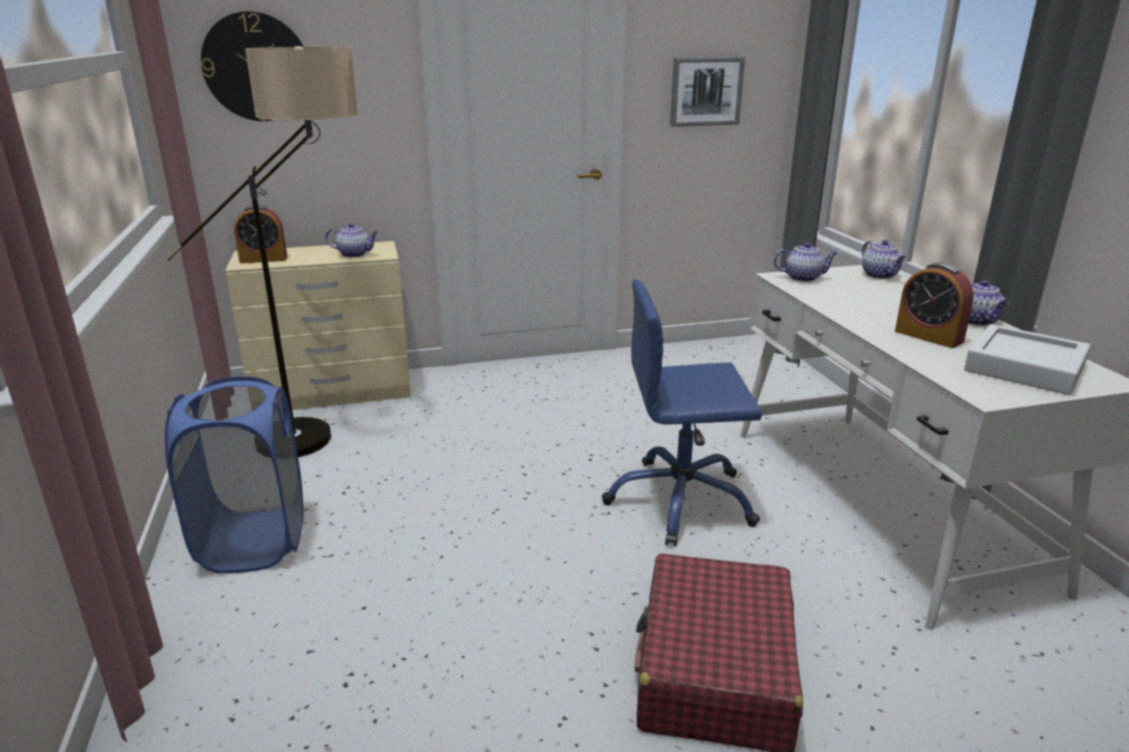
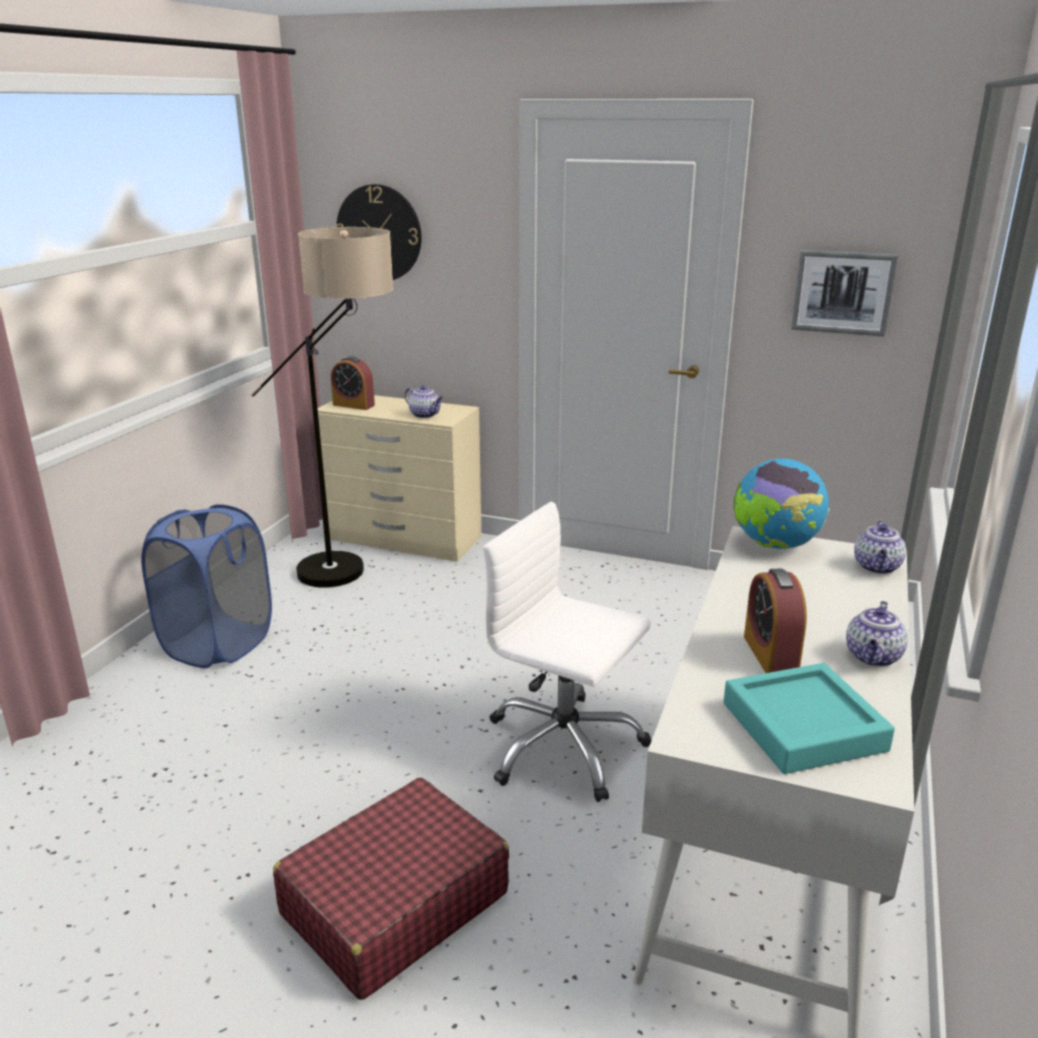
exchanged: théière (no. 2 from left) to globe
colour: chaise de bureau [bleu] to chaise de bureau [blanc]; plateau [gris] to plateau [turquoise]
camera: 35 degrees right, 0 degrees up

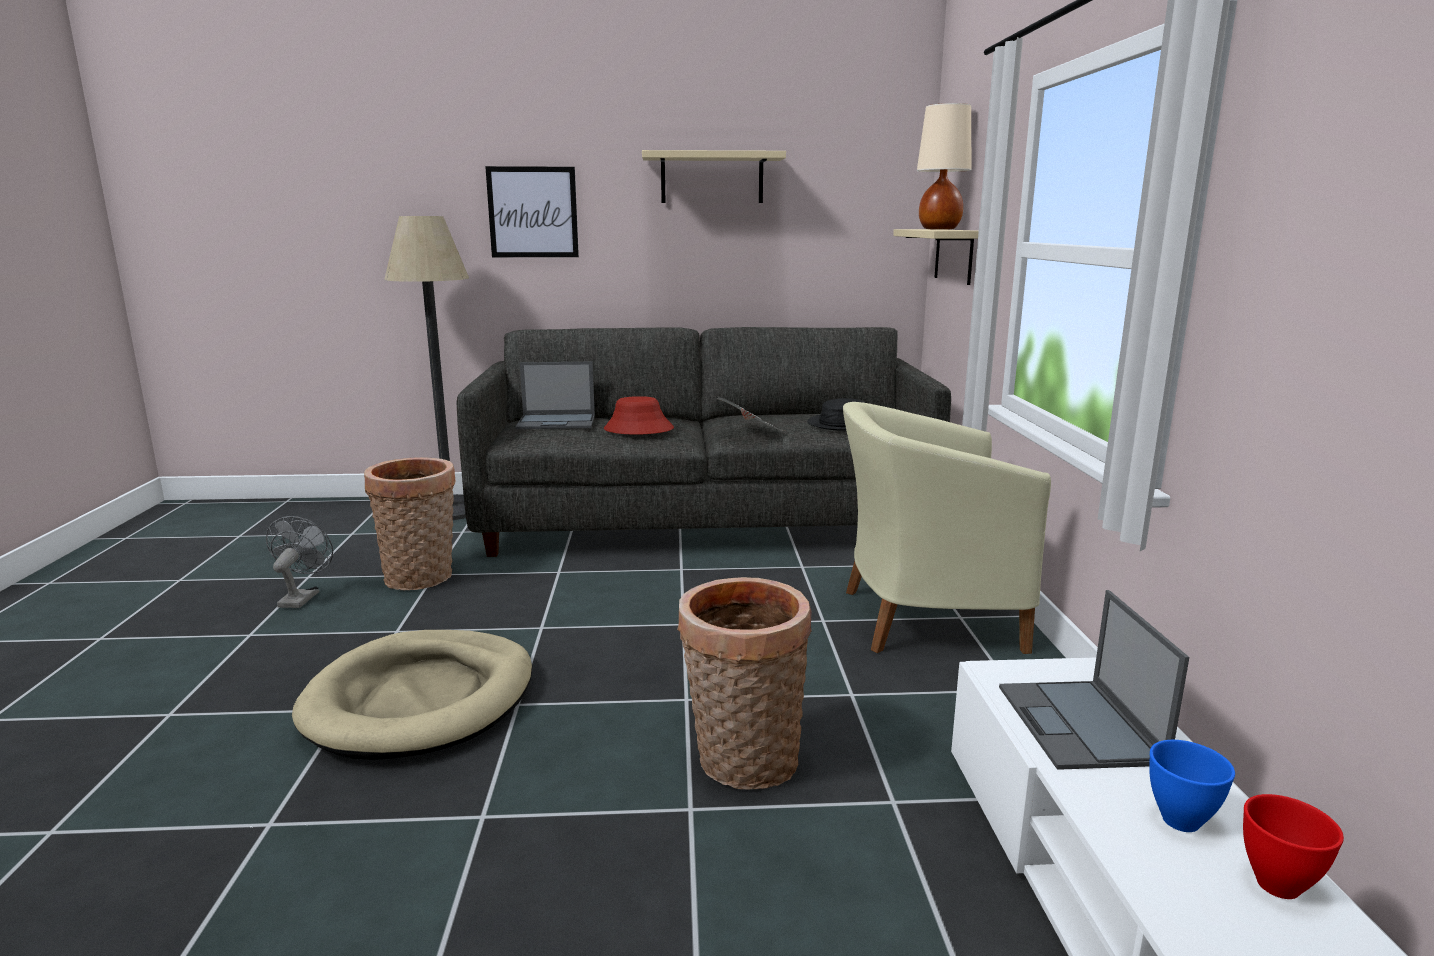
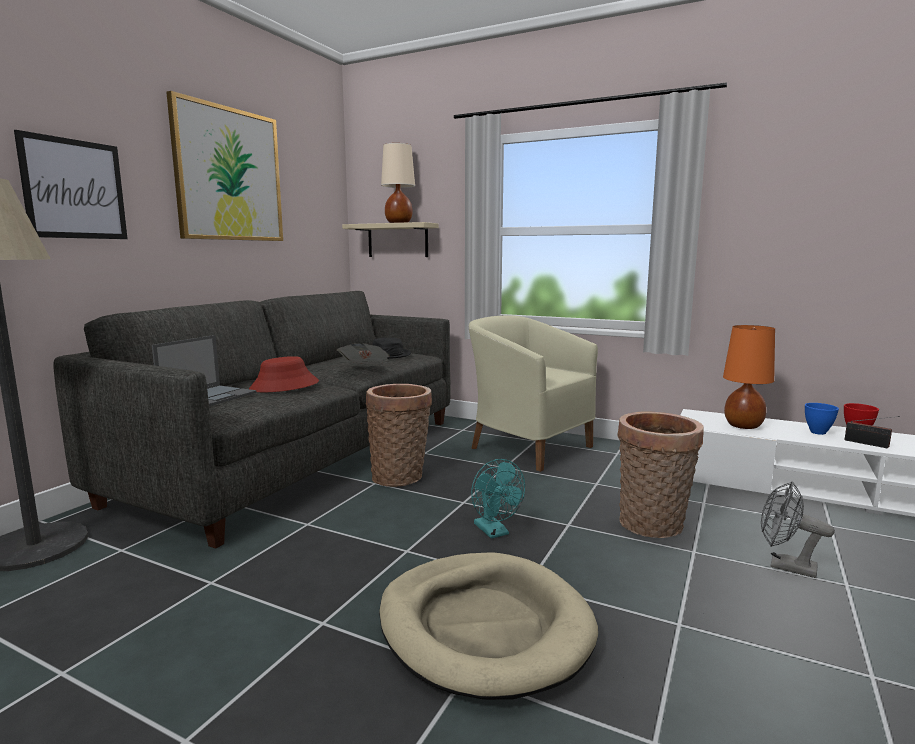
appeared: radio; ventilateur [turquoise]
relocated: panier (no. 1 from left); ventilateur [gris]
exchanged: étagère [beige] (no. 1 from left) to tableau (no. 2 from left); ordinateur portable (no. 2 from left) to lampe de table [orange]
spun: fauteuil [beige] 105 degrees clockwise
camera: 60 degrees left, 5 degrees down

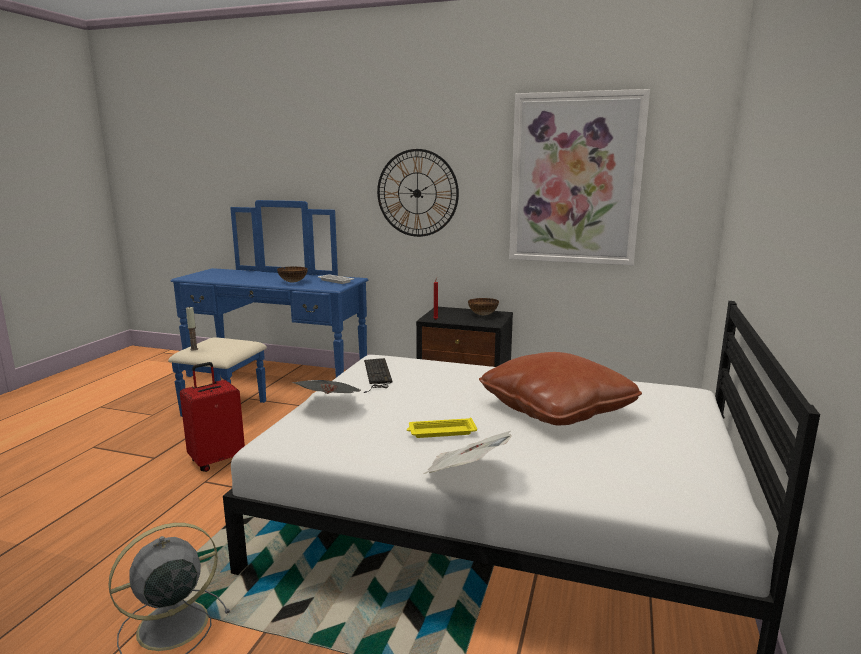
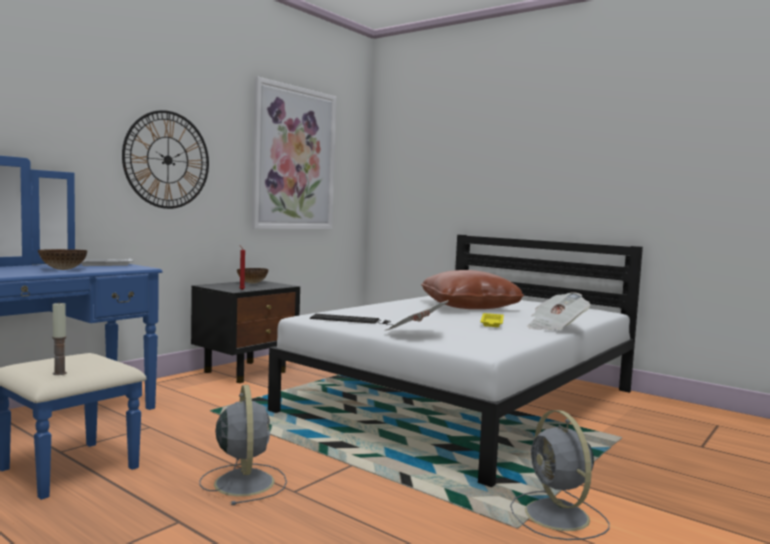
exchanged: valise [rouge] to ventilateur [gris] (no. 1 from left)
camera: 70 degrees left, 10 degrees down

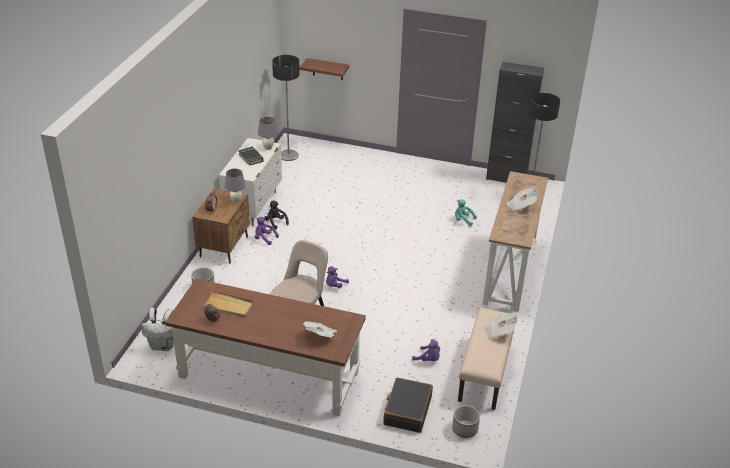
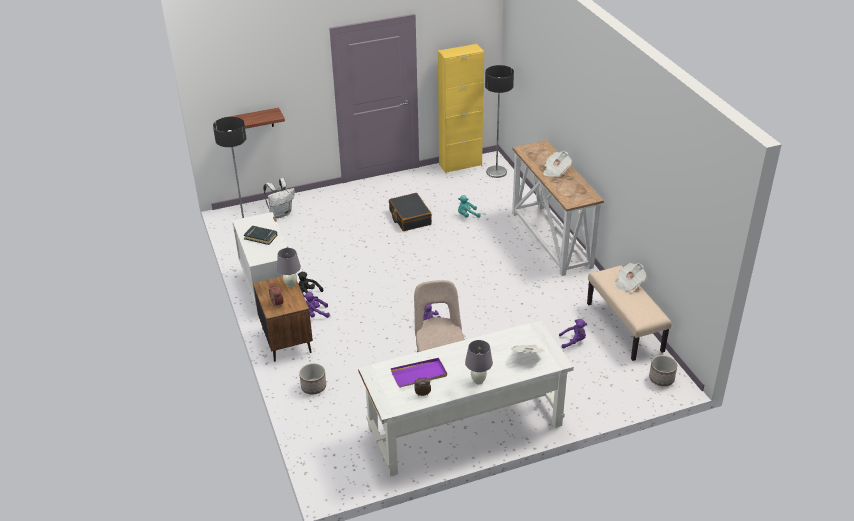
relocated: lampe de table [gris] (no. 2 from left); sac à dos [blanc]; valise [noir]
colour: meuble de rangement [noir] to meuble de rangement [jaune]; bureau [marron] to bureau [blanc]; plateau [beige] to plateau [violet]
camera: 35 degrees left, 0 degrees up

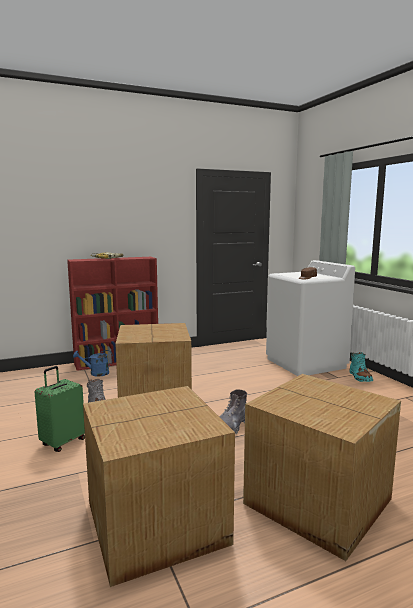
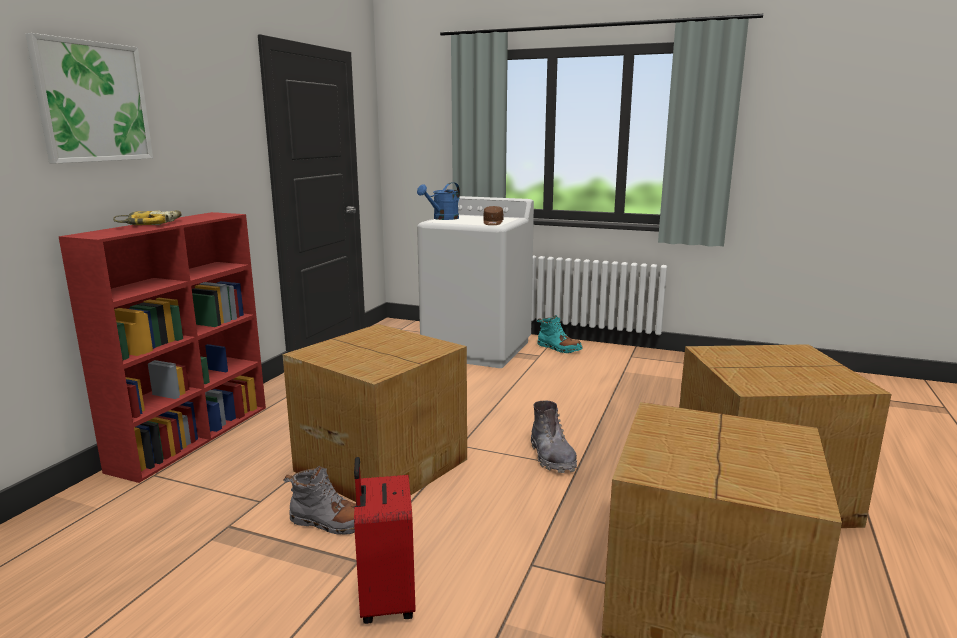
appeared: tableau
relocated: arrosoir [bleu]
colour: valise [vert] to valise [rouge]
camera: 45 degrees left, 5 degrees up

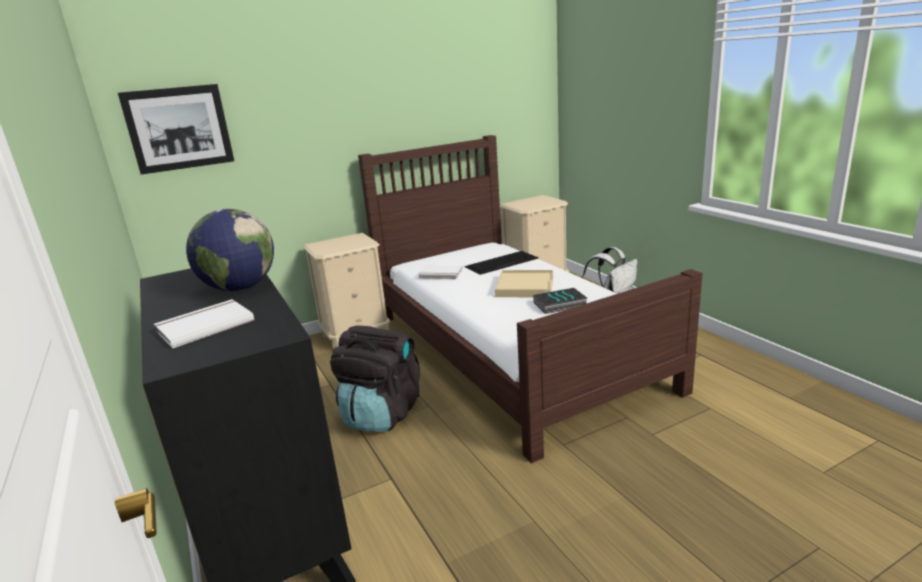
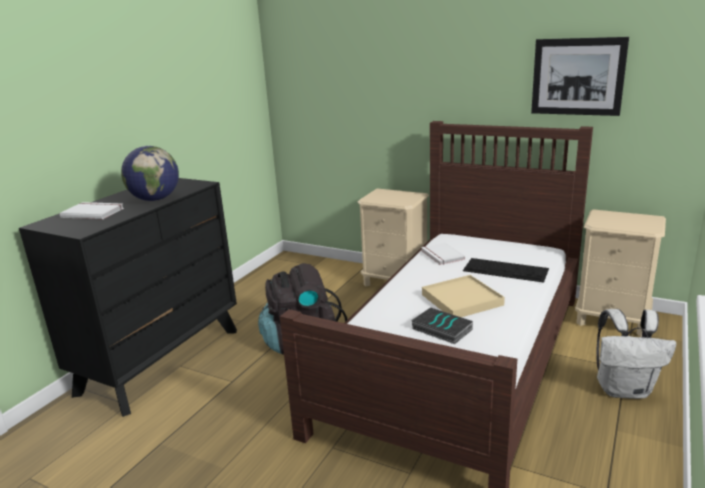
relocated: tableau
camera: 55 degrees right, 0 degrees up

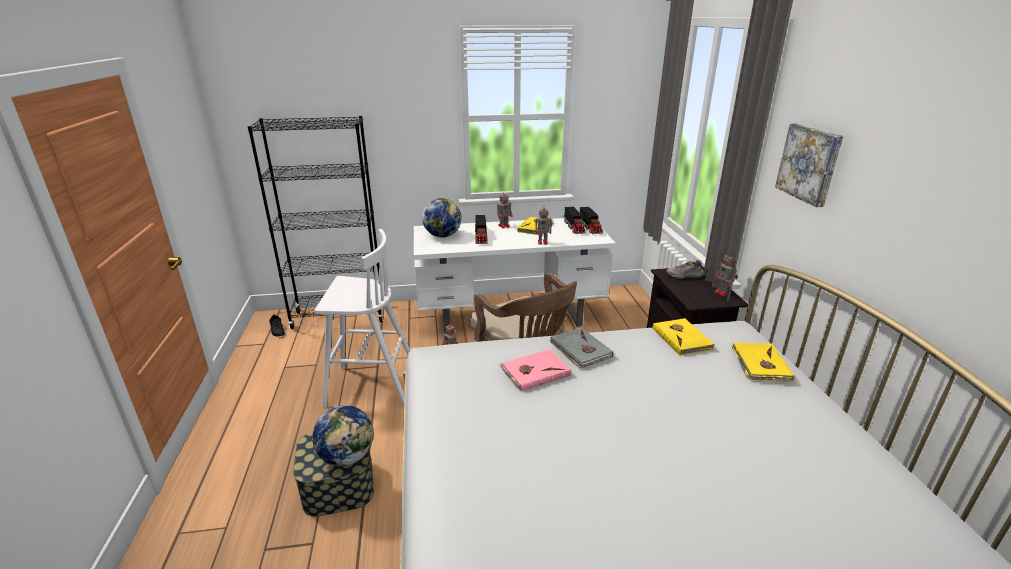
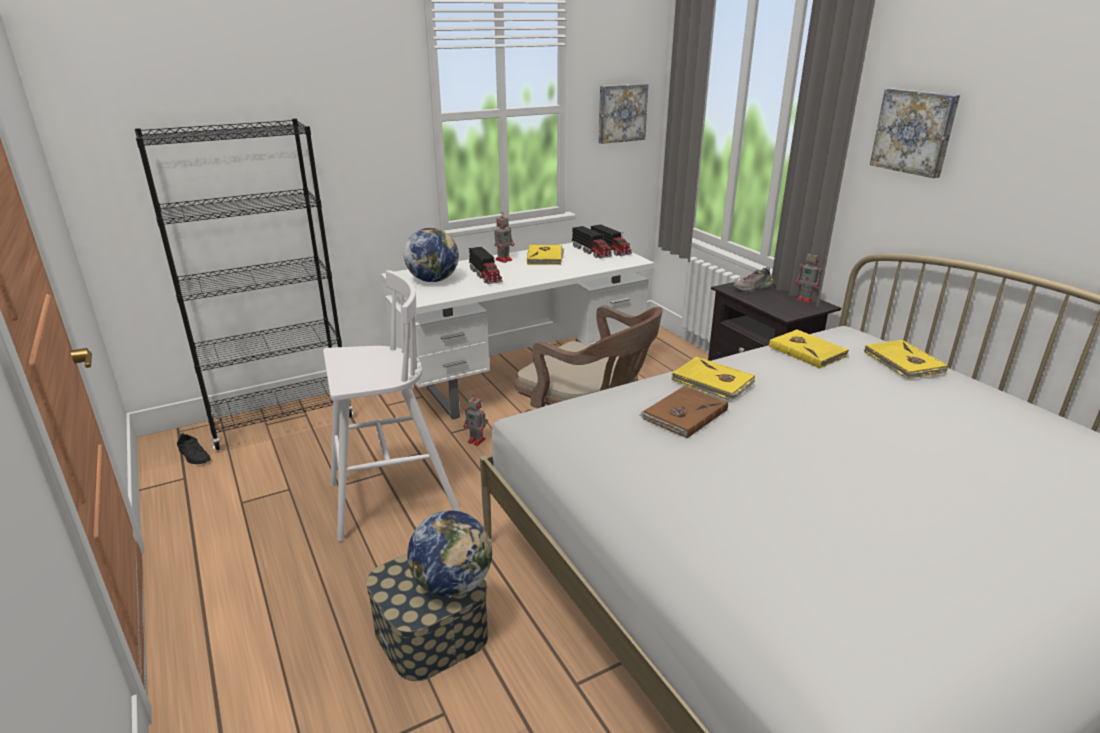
missing: robot jouet (no. 3 from left)
appeared: tableau (no. 1 from left)
colour: livre [gris] to livre [jaune] (no. 2 from left); livre [rose] to livre [marron]
camera: 20 degrees left, 0 degrees up

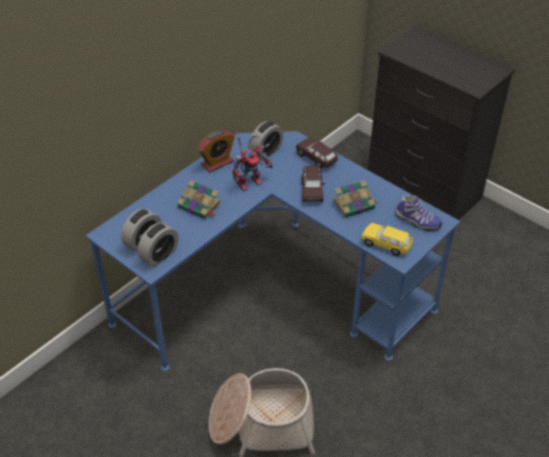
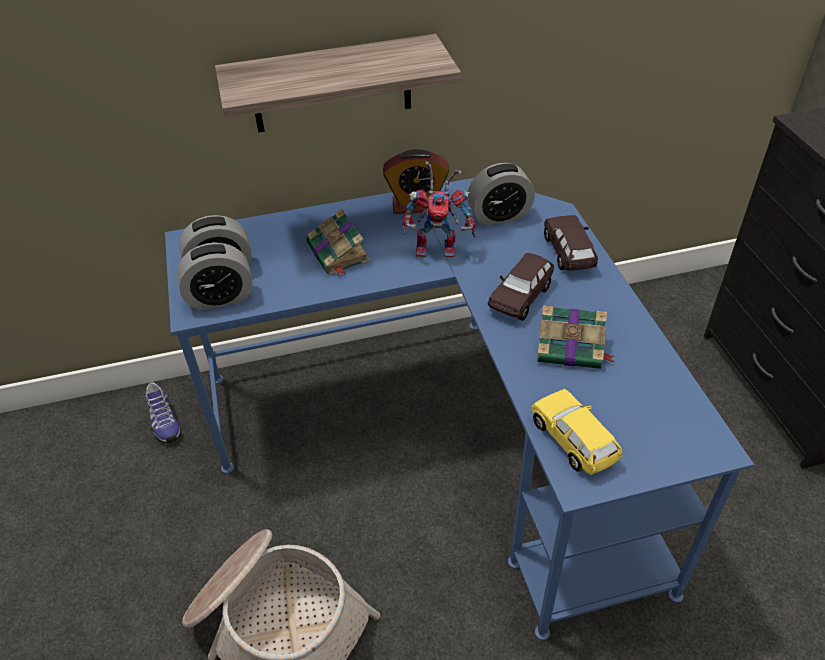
appeared: étagère
relocated: chaussure
camera: 35 degrees right, 0 degrees up

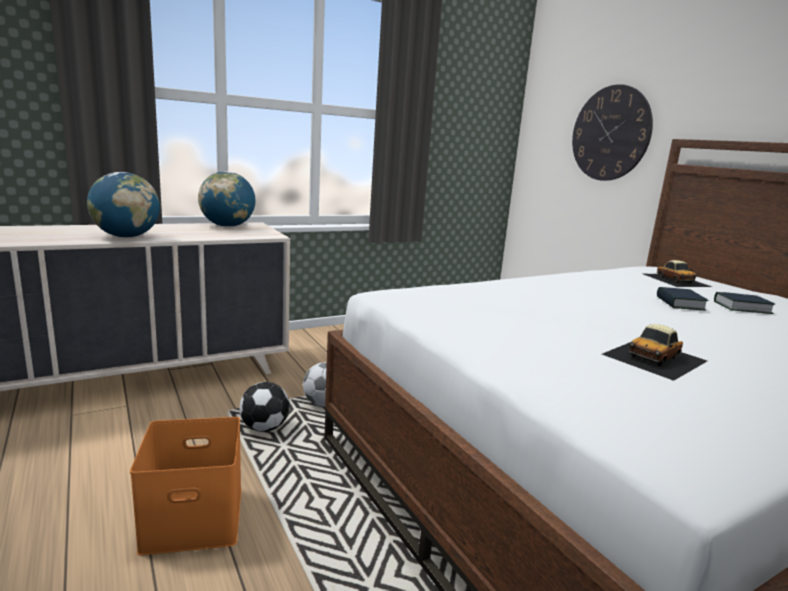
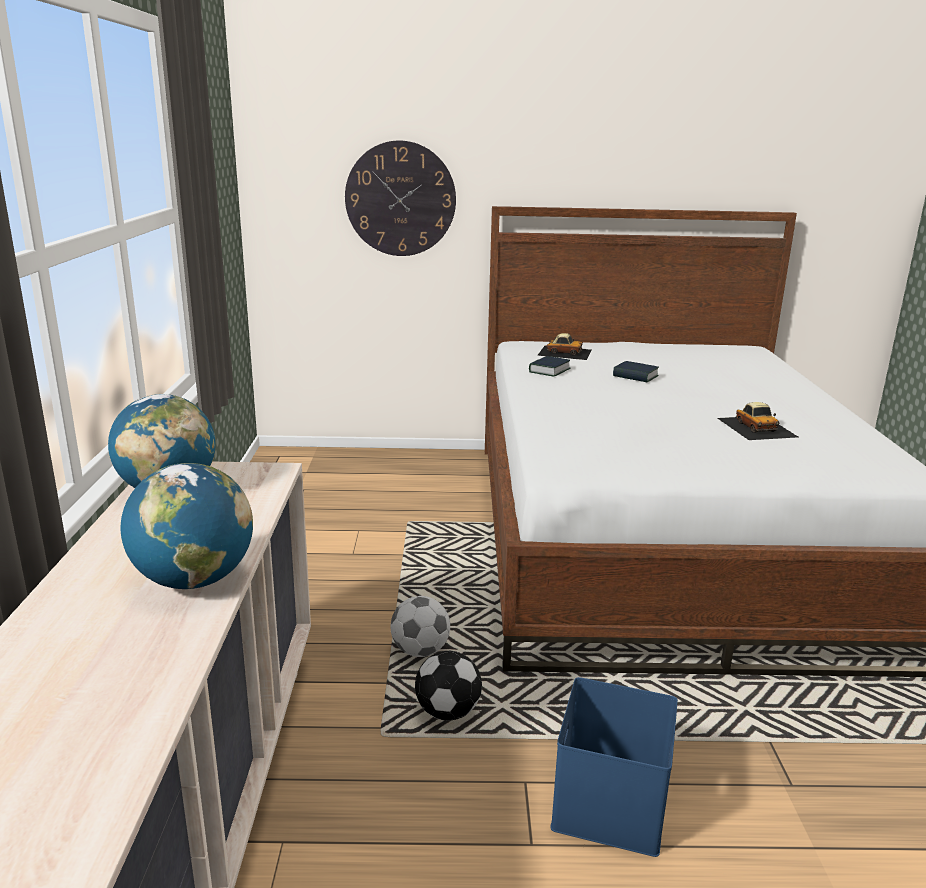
relocated: livre (no. 2 from left in the first image) to livre (no. 1 from left)
colour: boîte de rangement [orange] to boîte de rangement [bleu]
camera: 60 degrees left, 5 degrees up

